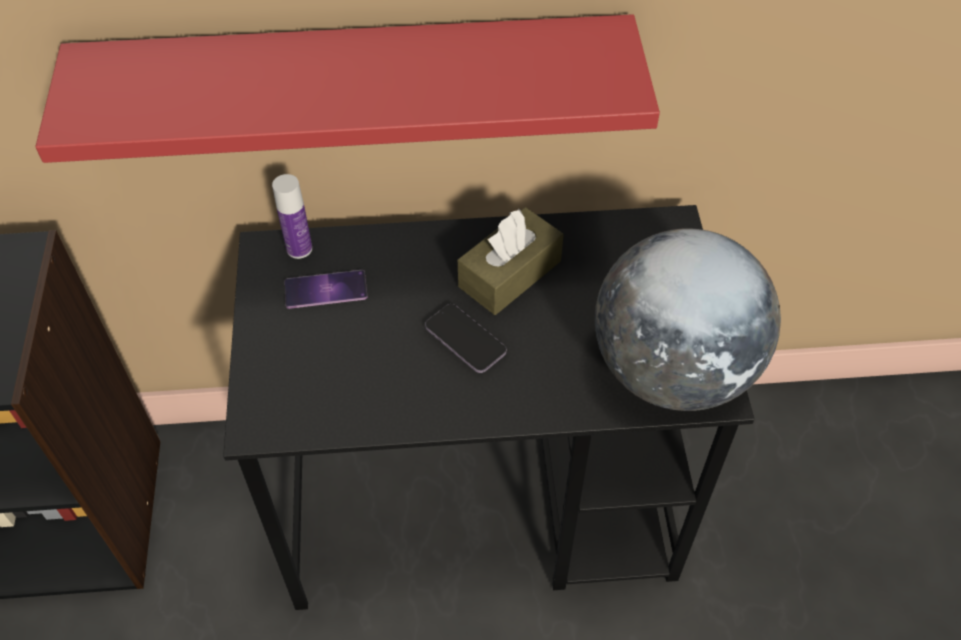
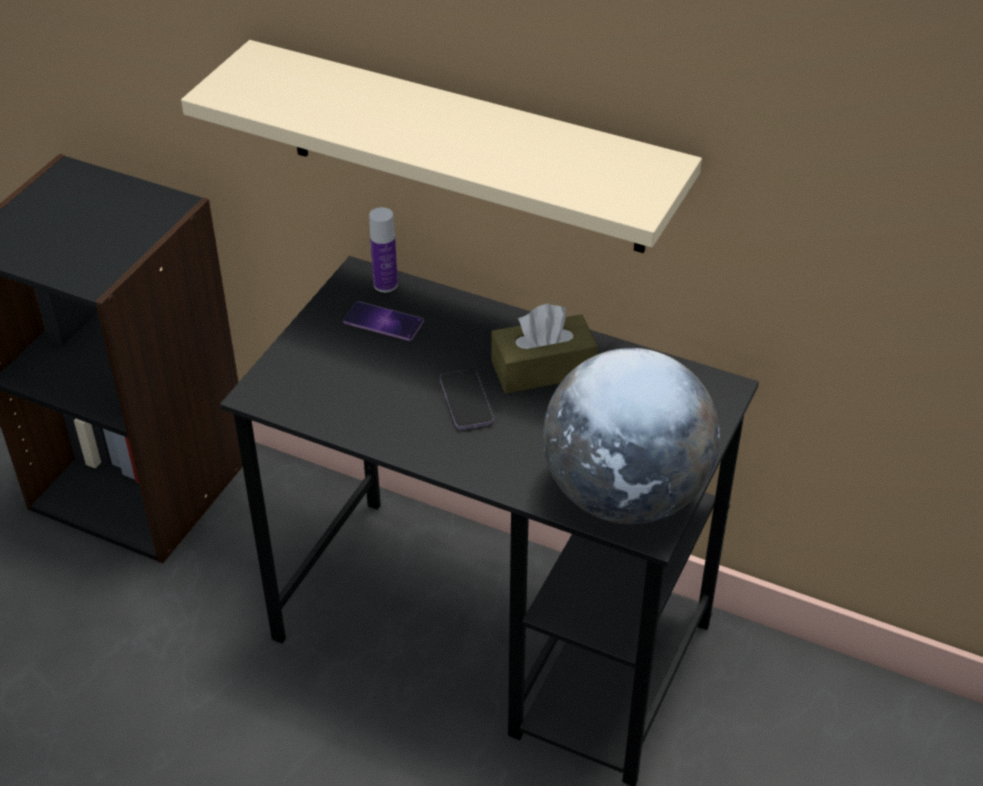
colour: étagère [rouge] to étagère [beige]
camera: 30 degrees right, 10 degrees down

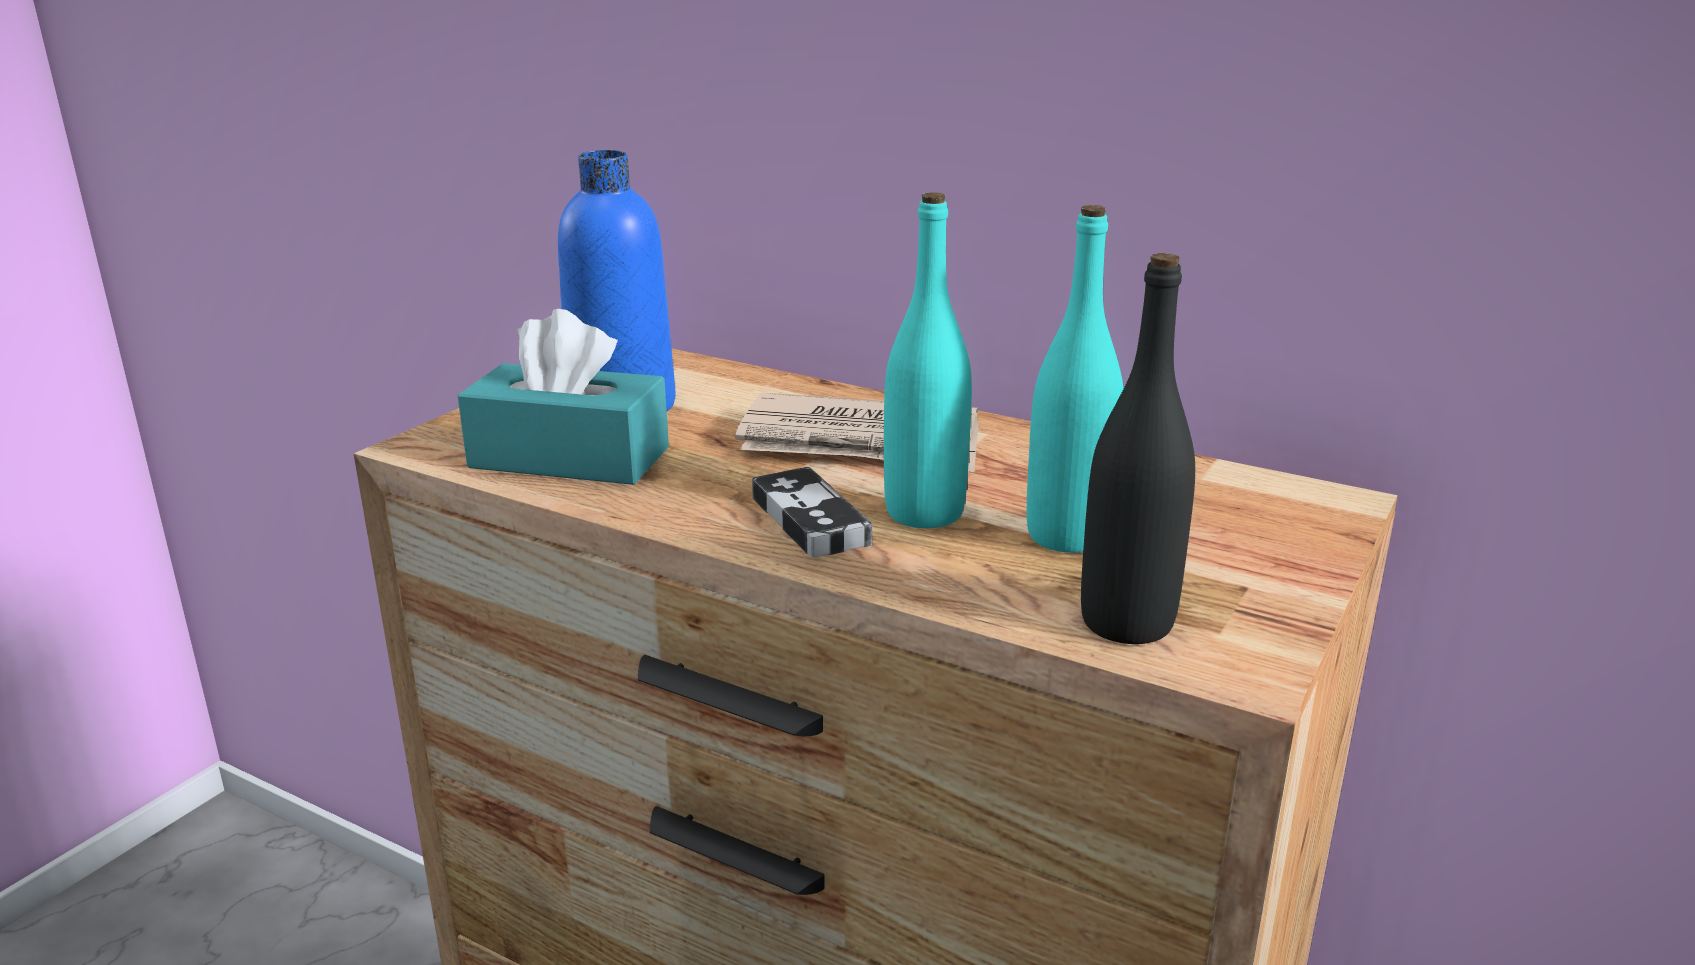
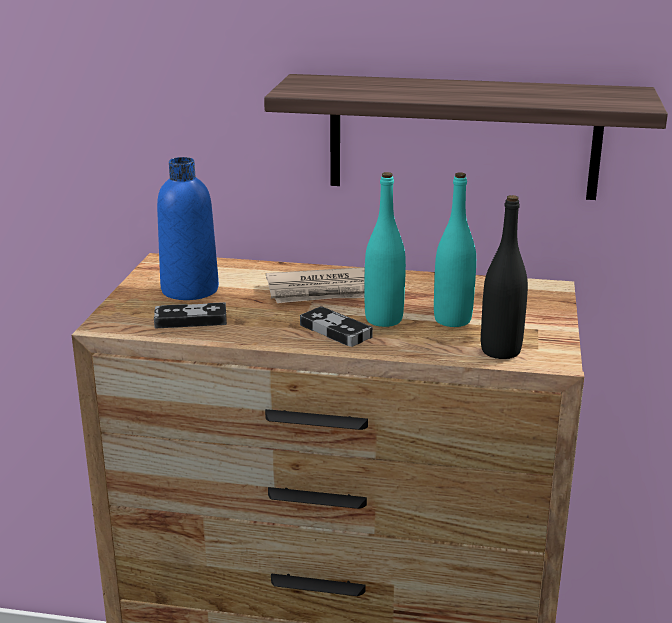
appeared: étagère
exchanged: boîte à mouchoirs [turquoise] to manette (no. 1 from left)
camera: 20 degrees left, 0 degrees up

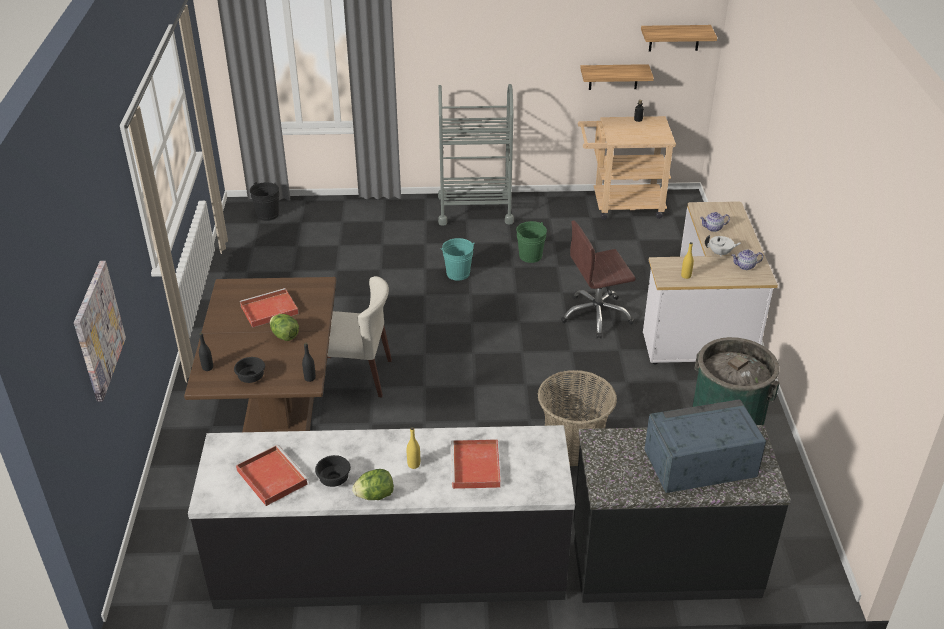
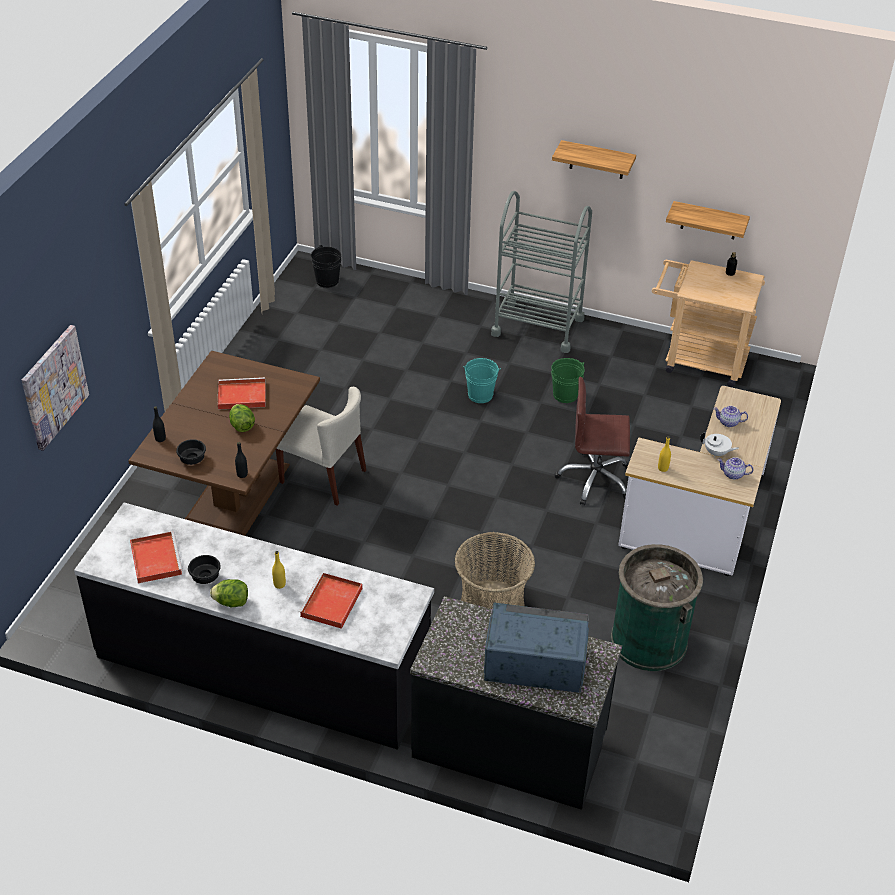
relocated: étagère (no. 2 from left in the first image) to étagère (no. 1 from left)
camera: 20 degrees right, 5 degrees up

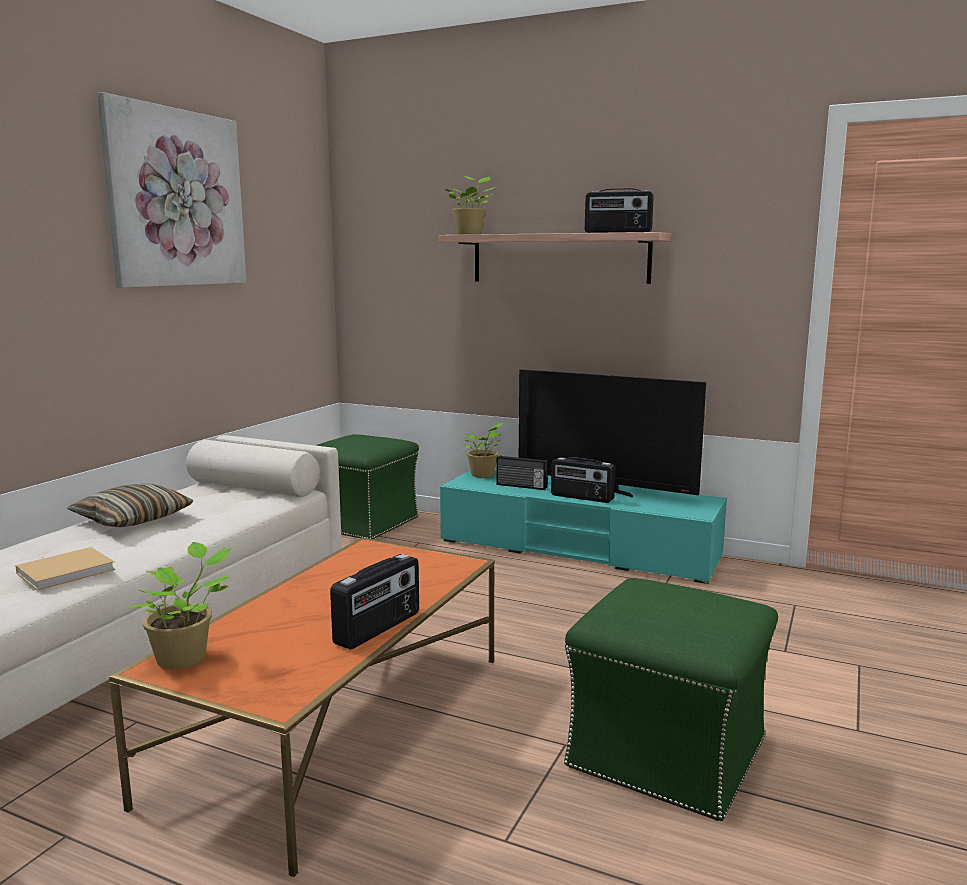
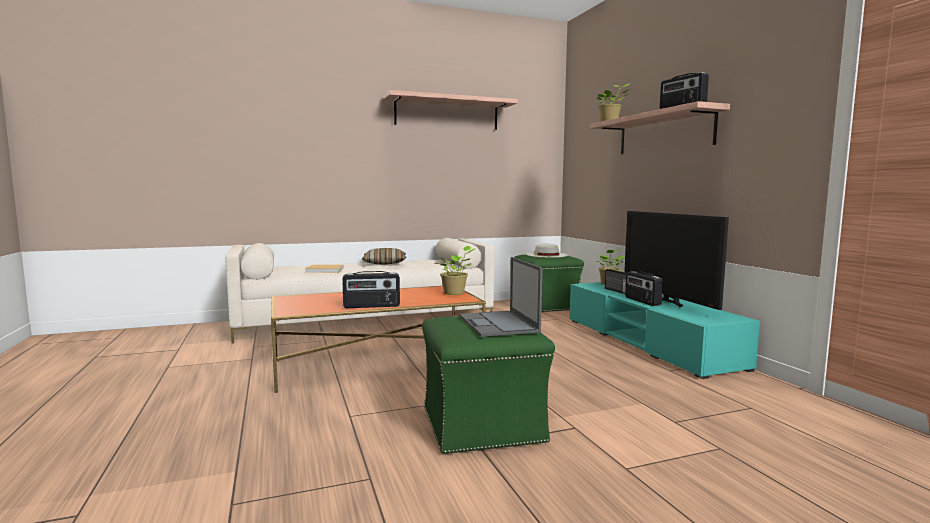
appeared: chapeau [blanc]; ordinateur portable
relocated: plante en pot (no. 1 from left)
exchanged: tableau to étagère (no. 1 from left)
camera: 45 degrees right, 5 degrees down

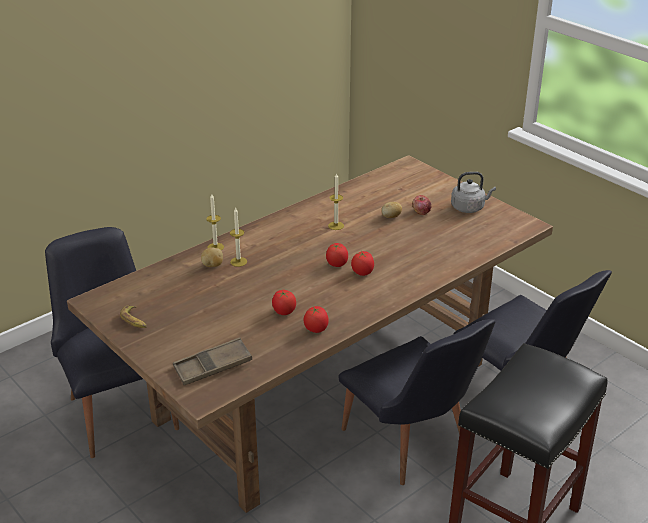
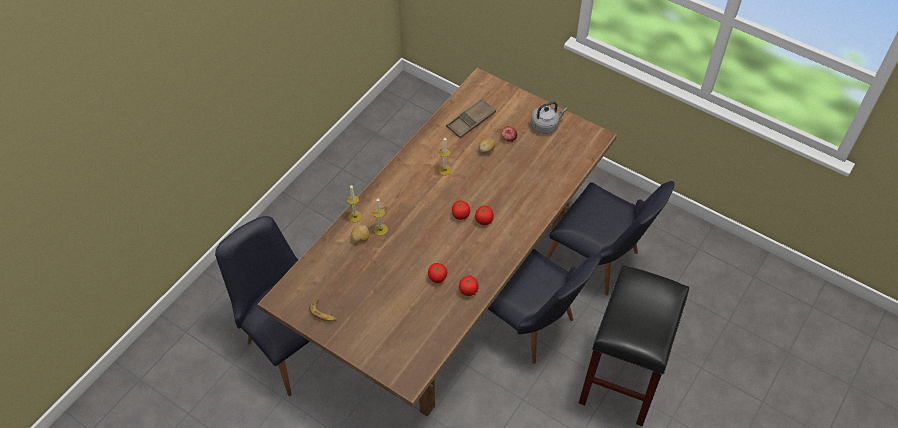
relocated: plateau [marron]
camera: 15 degrees left, 20 degrees up

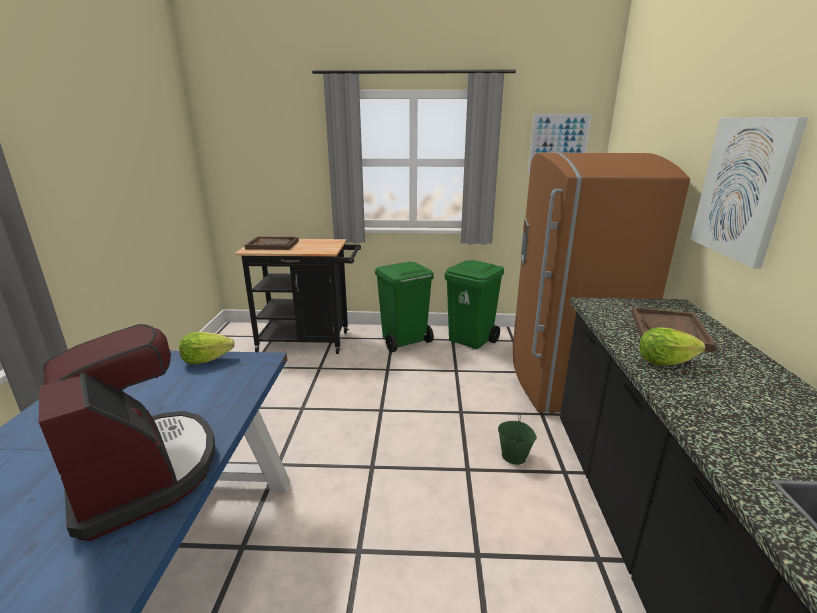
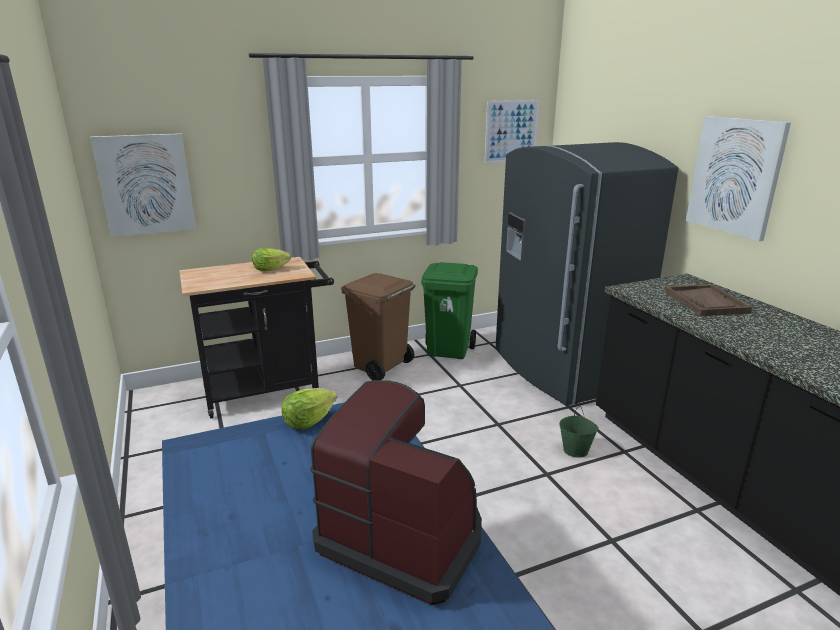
missing: plateau [marron] (no. 1 from left)
appeared: tableau (no. 1 from left)
relocated: laitue (no. 2 from left in the first image) to laitue (no. 1 from left)
colour: réfrigérateur [marron] to réfrigérateur [gris]; poubelle [vert] (no. 1 from left) to poubelle [marron]
camera: 25 degrees left, 0 degrees up

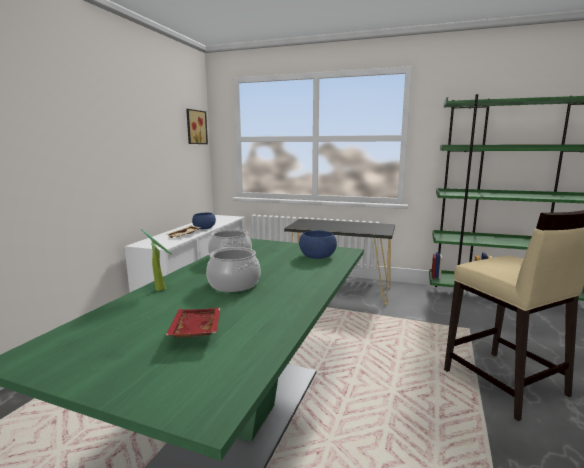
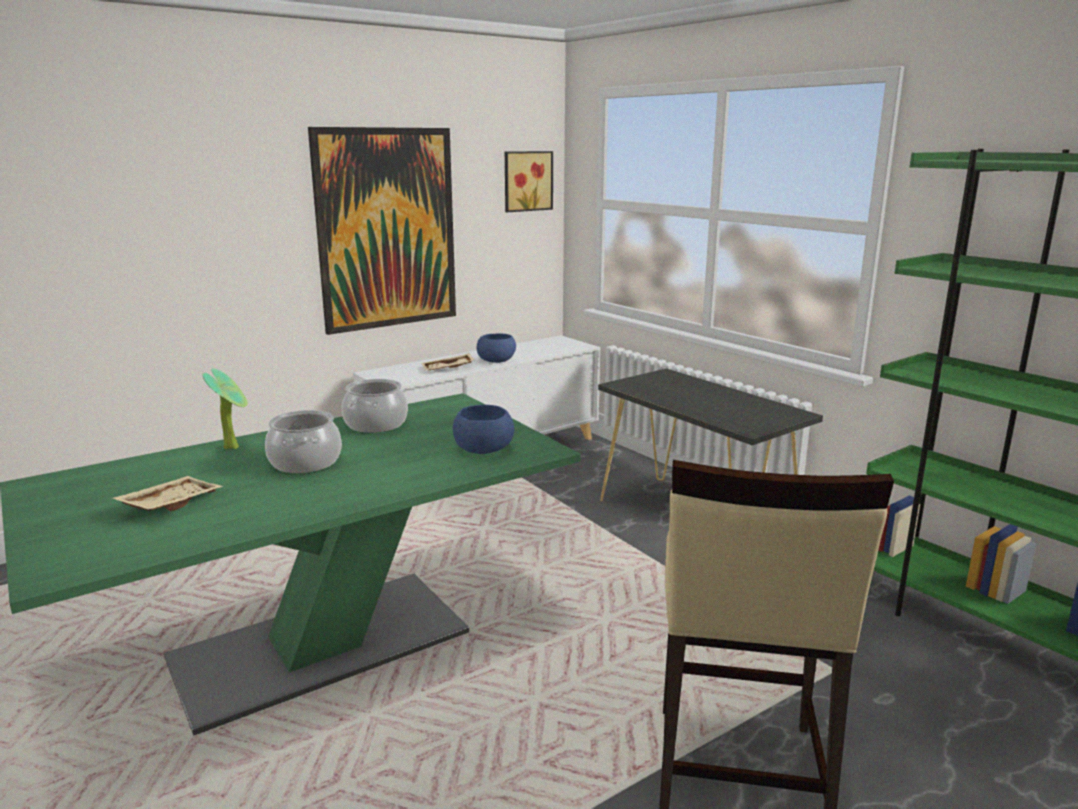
appeared: tableau (no. 1 from left)
colour: plateau [rouge] to plateau [beige] (no. 1 from left)
camera: 35 degrees right, 5 degrees up

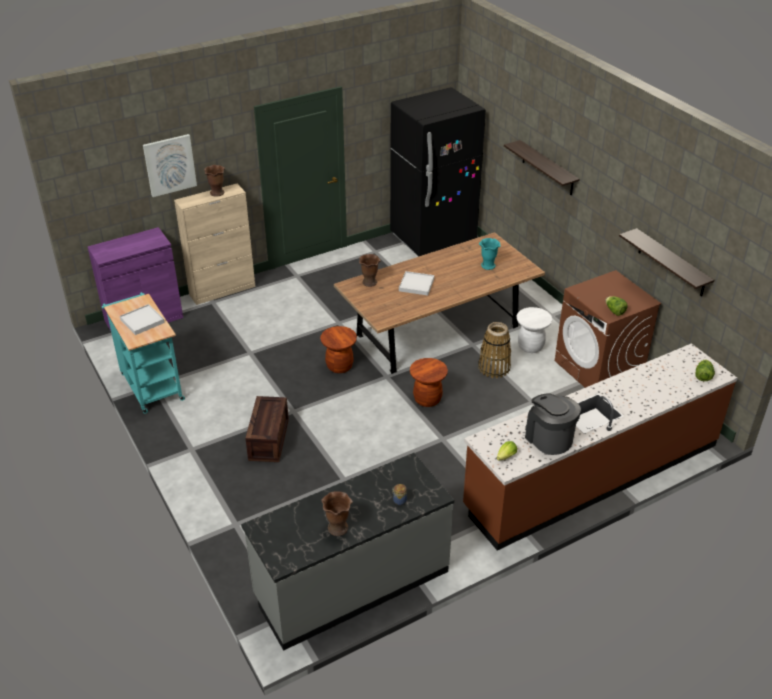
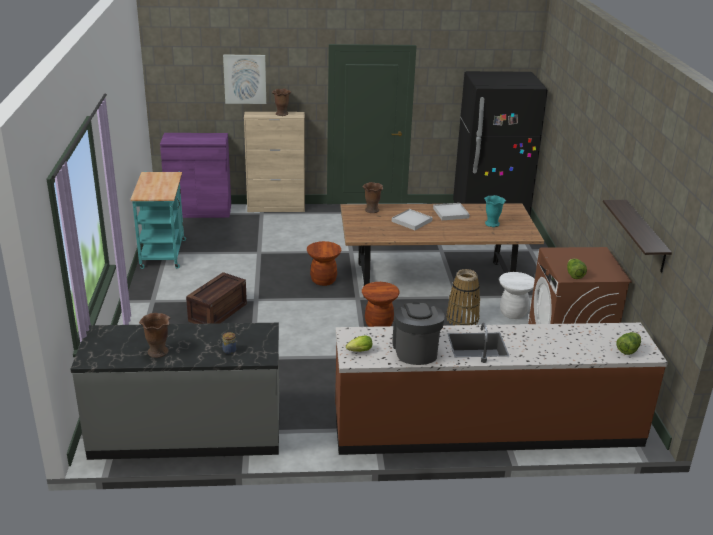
missing: étagère (no. 1 from left)
relocated: plateau [blanc] (no. 1 from left in the first image) to plateau [blanc] (no. 2 from left)
camera: 25 degrees right, 10 degrees down

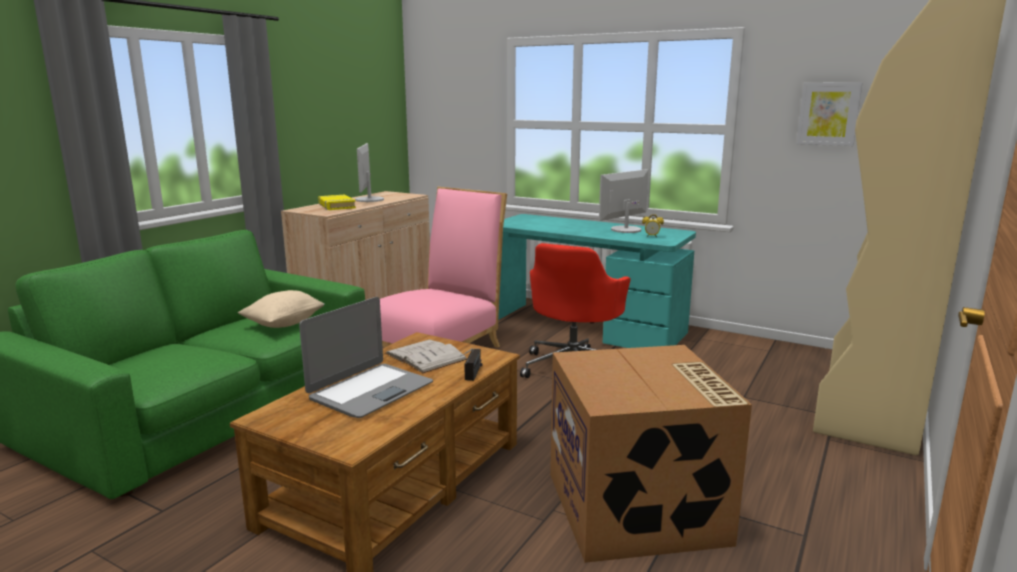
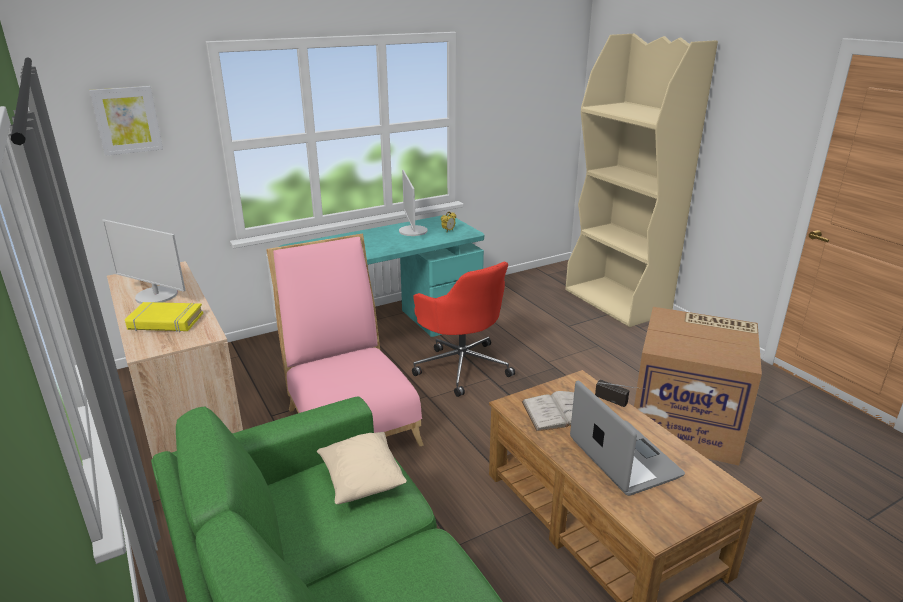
relocated: tableau
camera: 60 degrees left, 10 degrees up

